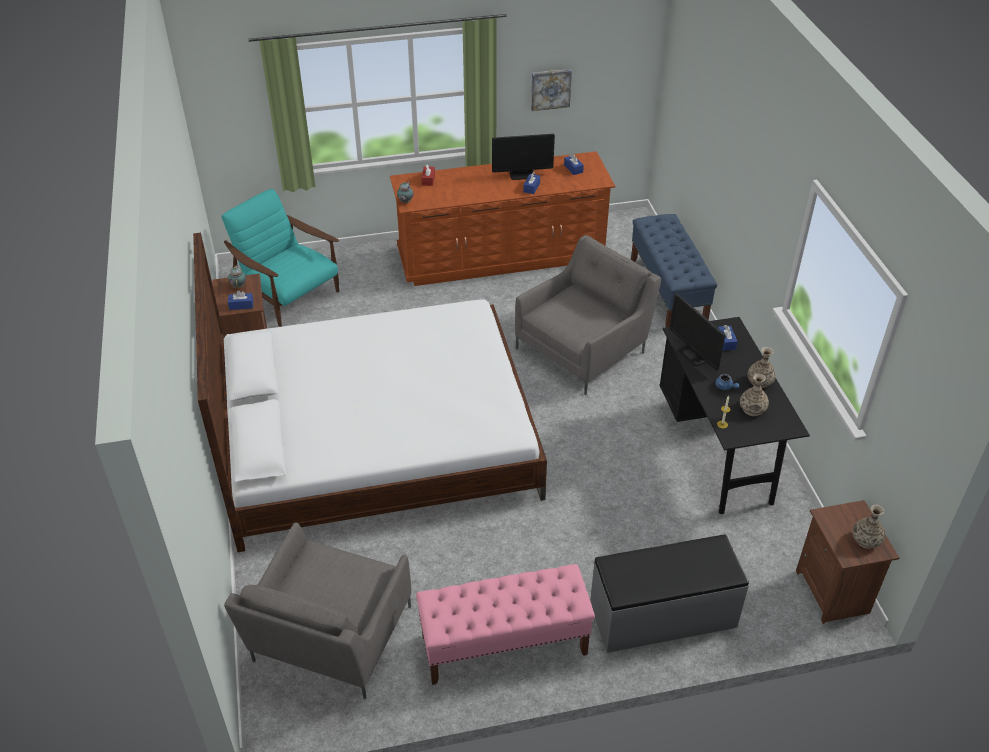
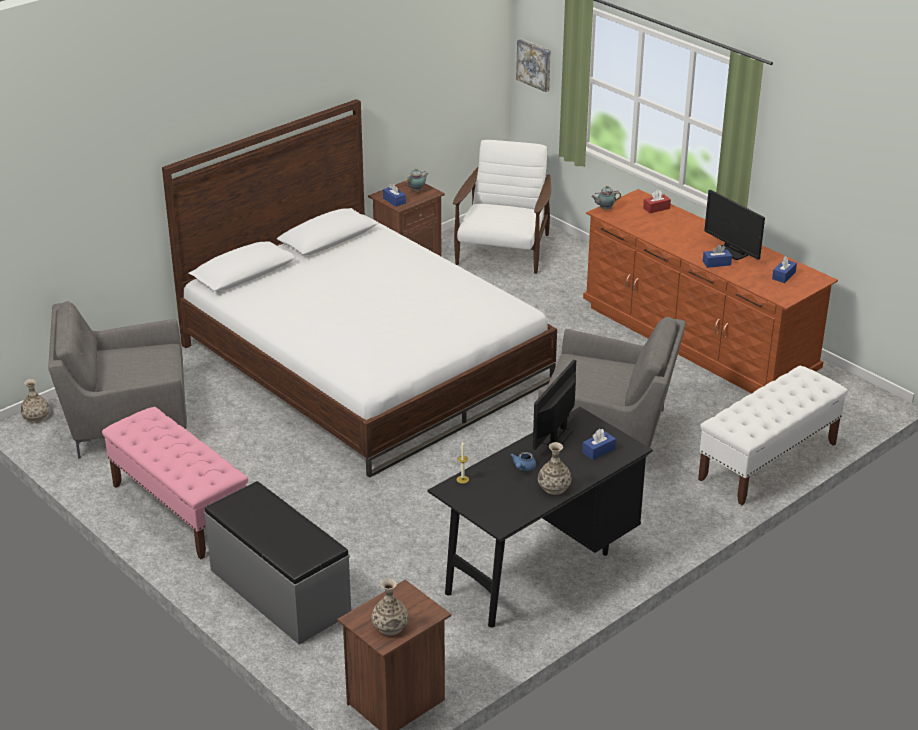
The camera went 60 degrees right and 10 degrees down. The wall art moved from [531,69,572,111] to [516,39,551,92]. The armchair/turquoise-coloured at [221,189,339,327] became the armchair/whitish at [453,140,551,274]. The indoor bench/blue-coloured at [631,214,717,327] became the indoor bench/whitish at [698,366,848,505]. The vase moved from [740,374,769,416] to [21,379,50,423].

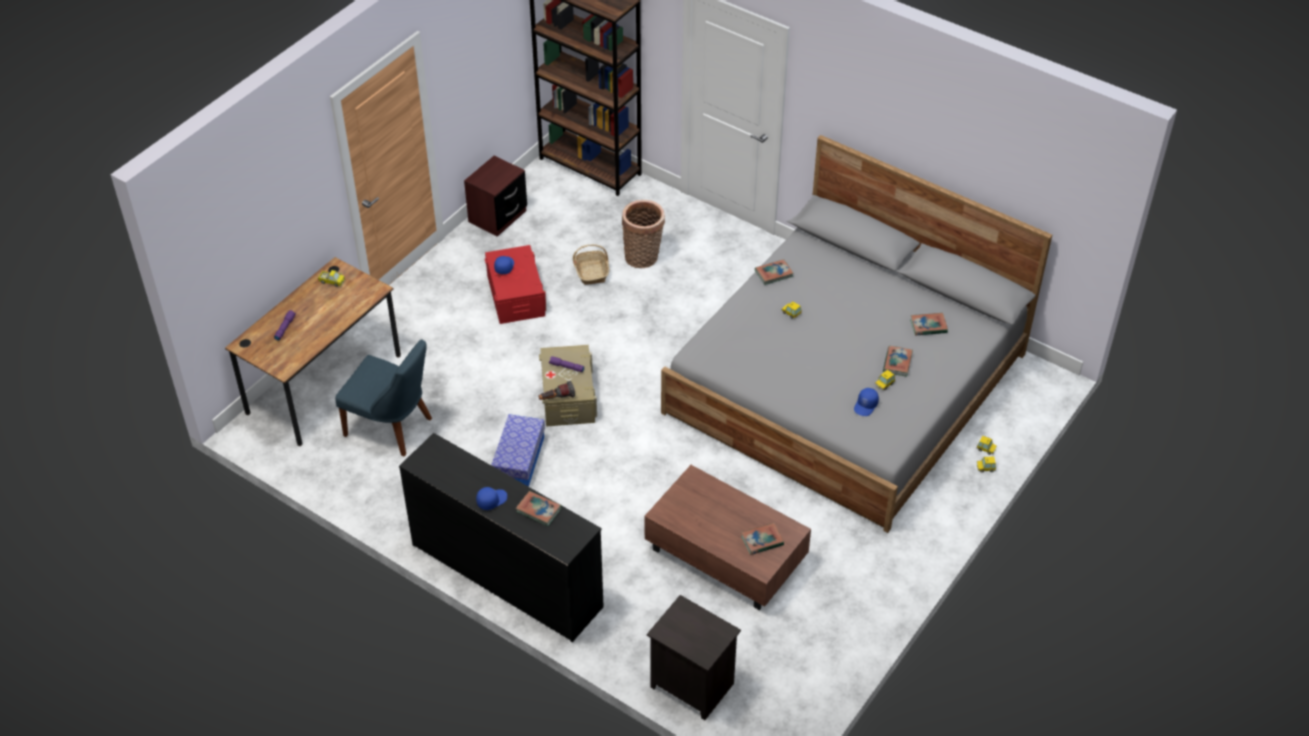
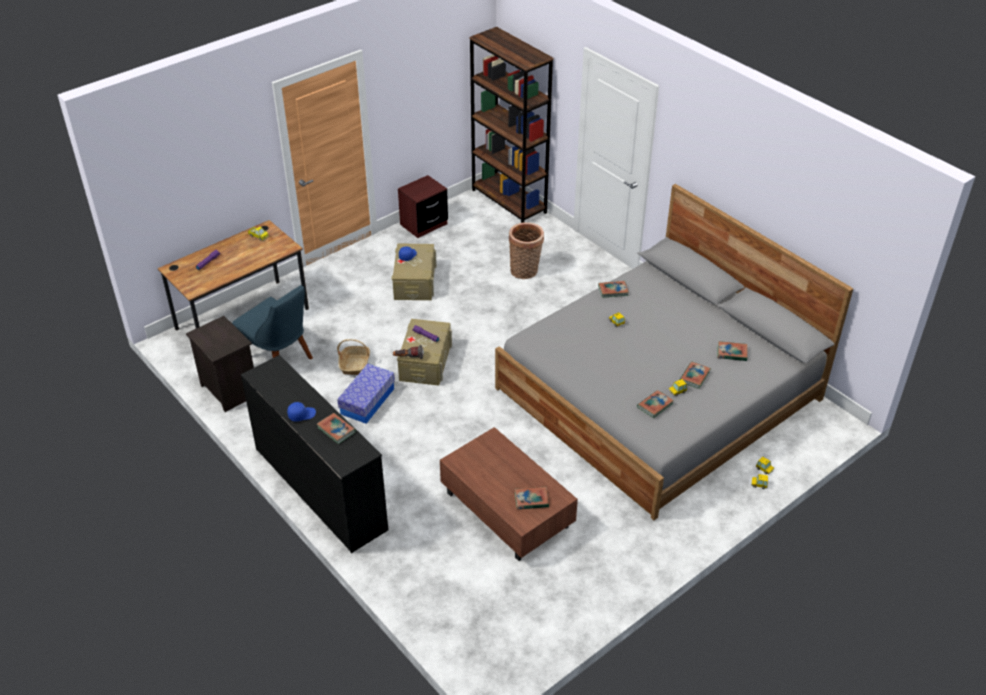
The camera went 15 degrees right and 5 degrees down. The basket moved from [573,244,609,285] to [337,339,370,375]. The storage box/reddish at [485,245,547,324] became the storage box/sand-coloured at [391,243,437,300]. The cap/blue-coloured at [854,388,879,416] was replaced by the bound book at [637,390,674,418]. The night table/black moved from [647,595,741,720] to [186,316,254,412].

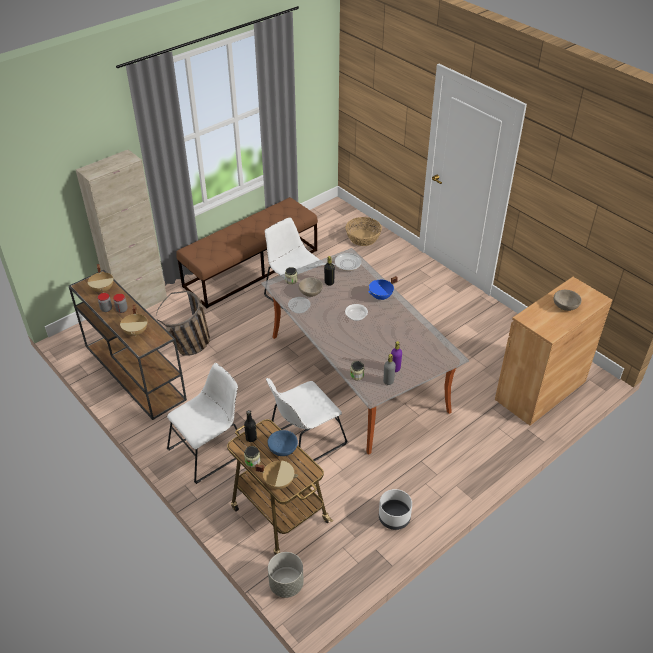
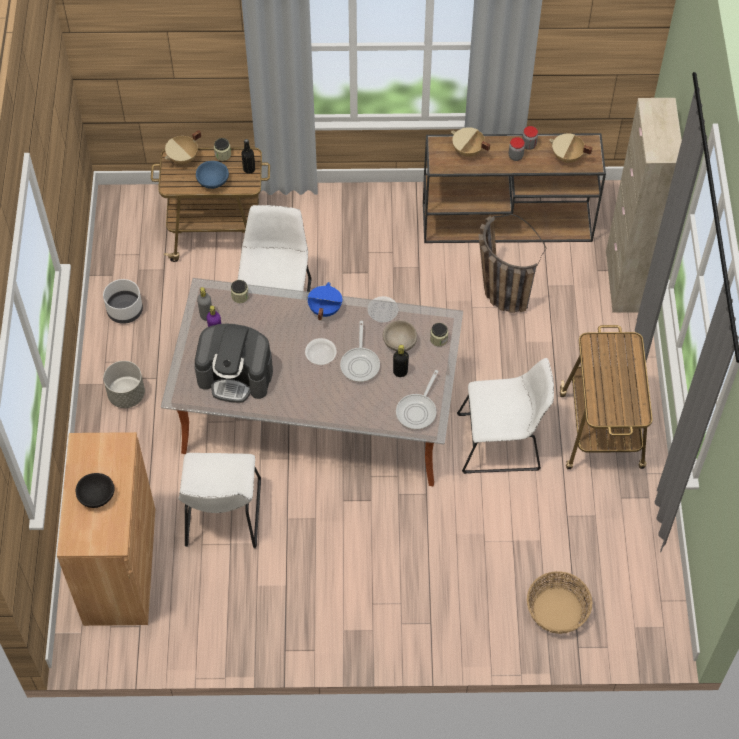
The camera went 130 degrees right and 15 degrees up. The indoor bench/brown-coloured at [176,197,318,309] was replaced by the wheeled cart at [559,325,653,469]. The saucepot/blue-coloured moved from [368,276,398,300] to [308,282,342,320]. The deep dish/sand-coloured at [553,290,582,311] became the deep dish/black at [76,473,115,508]. The plain chair/whitish moved from [167,363,239,484] to [178,453,261,548]. The planter/gray moved from [268,552,304,598] to [103,361,145,408]. The skillet at [340,321,380,382] appeared. The coffee brewer at [195,324,273,403] appeared.

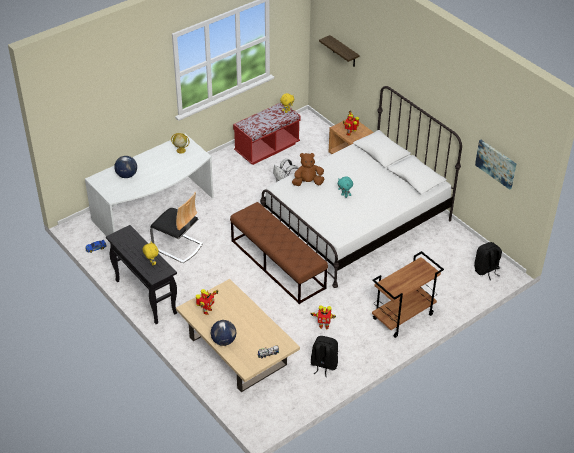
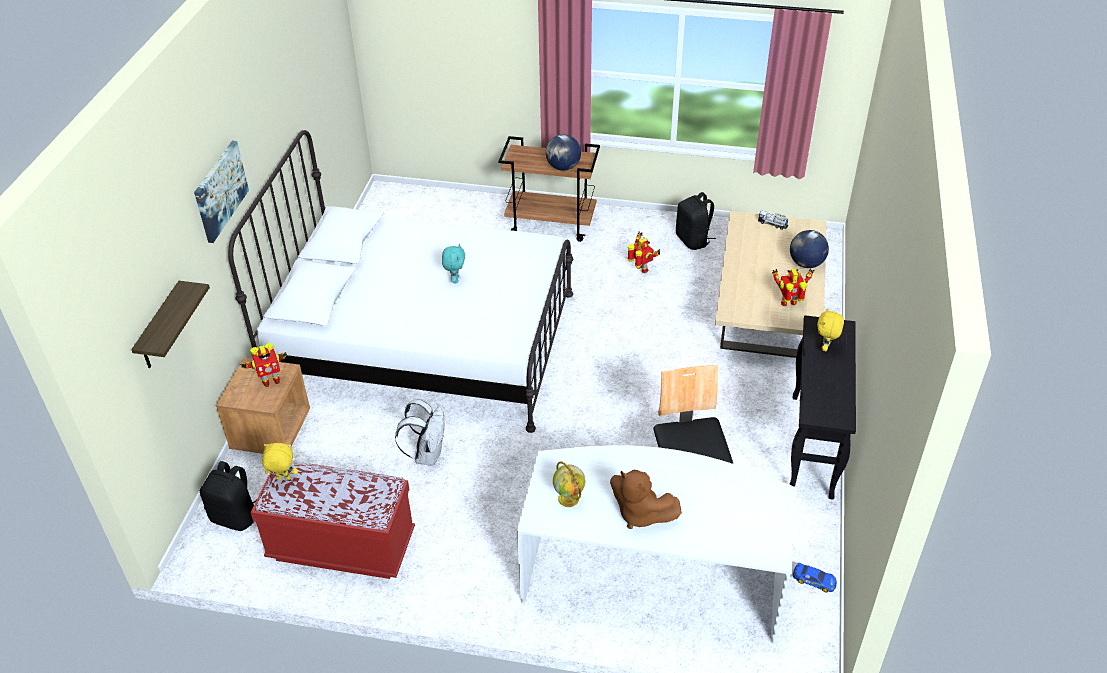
The camera went 130 degrees left and 0 degrees up. The wall art moved from [475,140,516,190] to [194,141,249,243]. The cuddly toy/brown-coloured moved from [292,153,324,186] to [610,469,682,529]. The globe moved from [114,156,137,178] to [546,134,581,171]. The indoor bench/brown-coloured at [230,202,328,304] disappeared. The knapsack/black moved from [474,242,502,280] to [200,461,256,531].

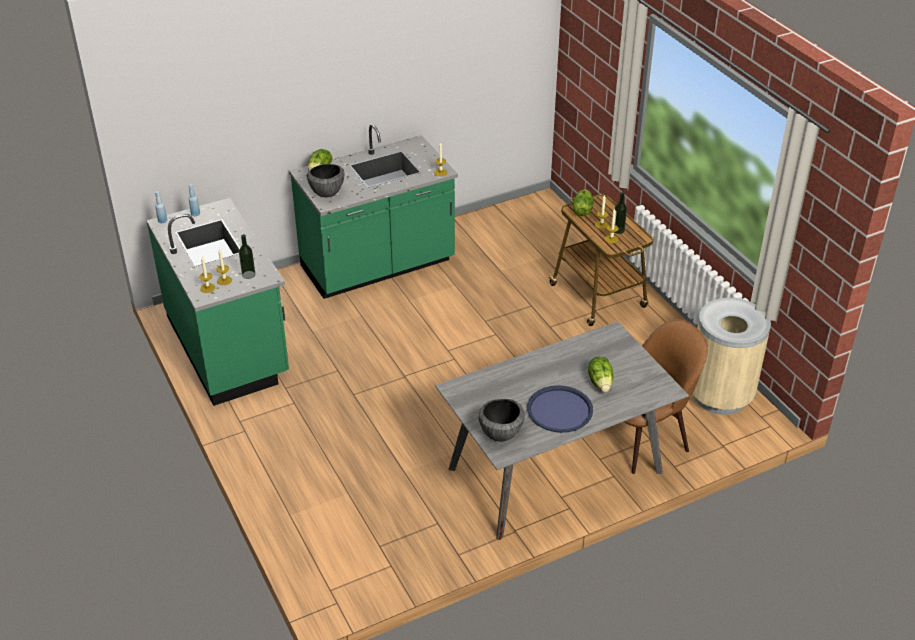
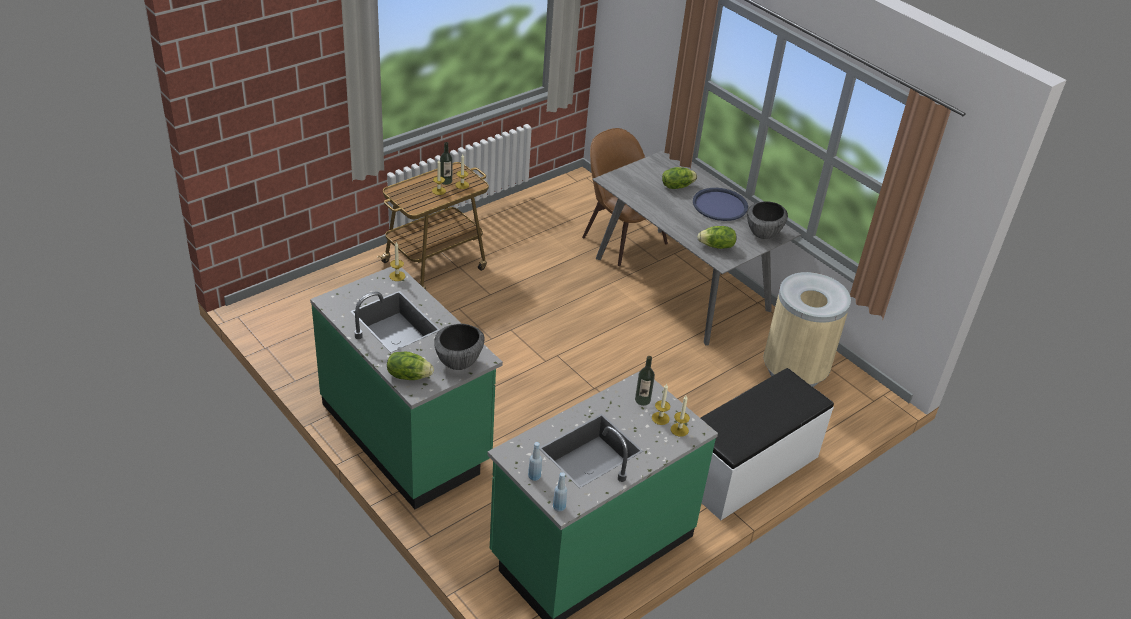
The camera went 105 degrees left and 0 degrees up. The lettuce head moved from [573,190,593,216] to [698,226,736,249]. The trash can/sand-coloured moved from [692,298,771,415] to [763,272,851,387]. The indoor bench/whitish at [701,368,834,520] appeared.

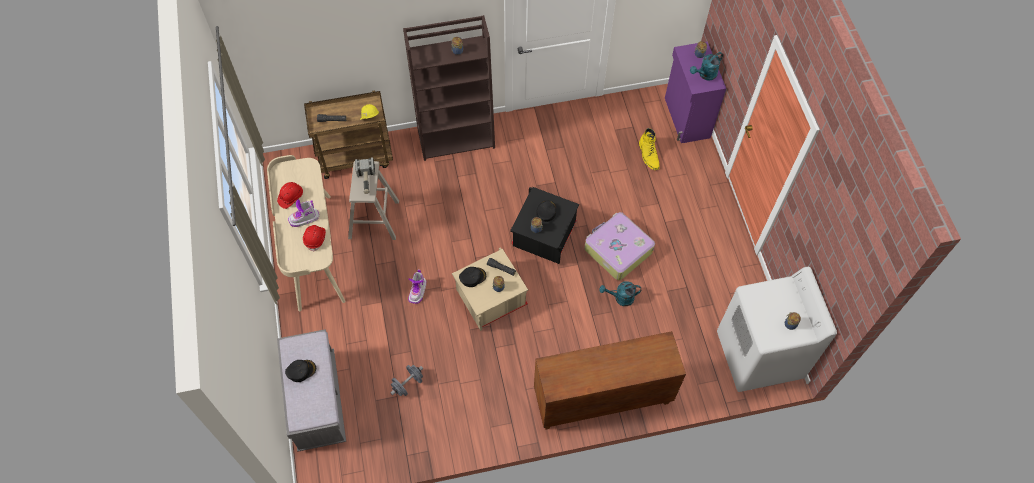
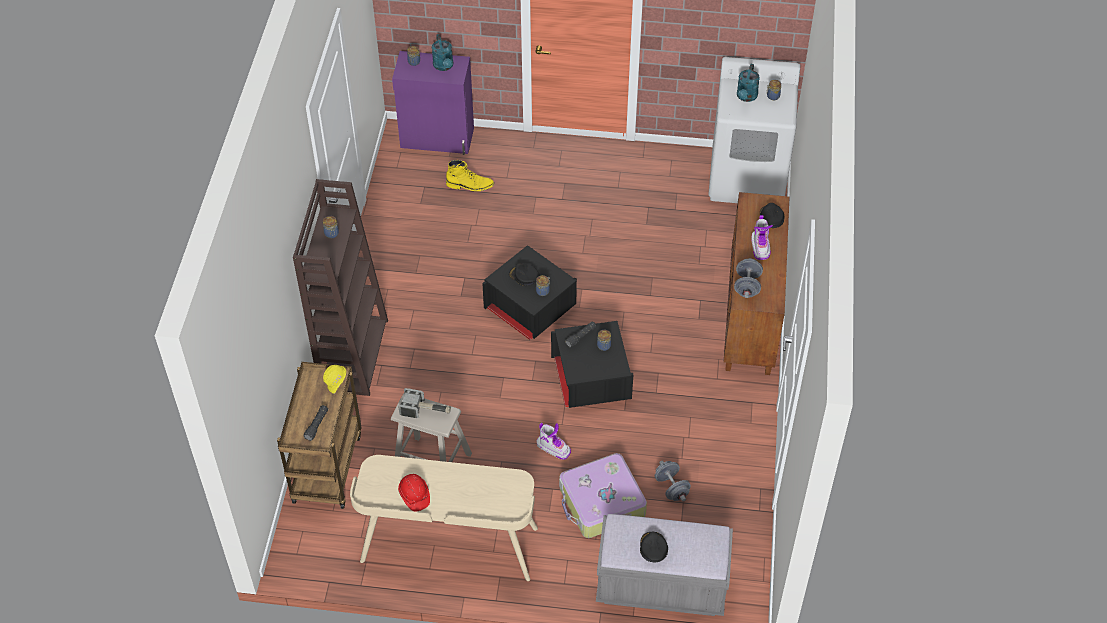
The camera went 70 degrees left and 10 degrees down. The tall boot moved from [288,199,319,227] to [751,215,773,260]. The piece of luggage moved from [585,212,655,280] to [559,453,647,538]. The work helmet/reddish at [303,225,326,252] disappeared. The storage box/sand-coloured at [452,247,528,331] became the storage box/black at [551,321,633,408]. The cap/black moved from [459,267,486,287] to [760,203,785,228]. The watering can/turquoise-coloured moved from [599,281,641,306] to [737,64,760,102]. The dumbbell/gray at [734,258,763,298] appeared.

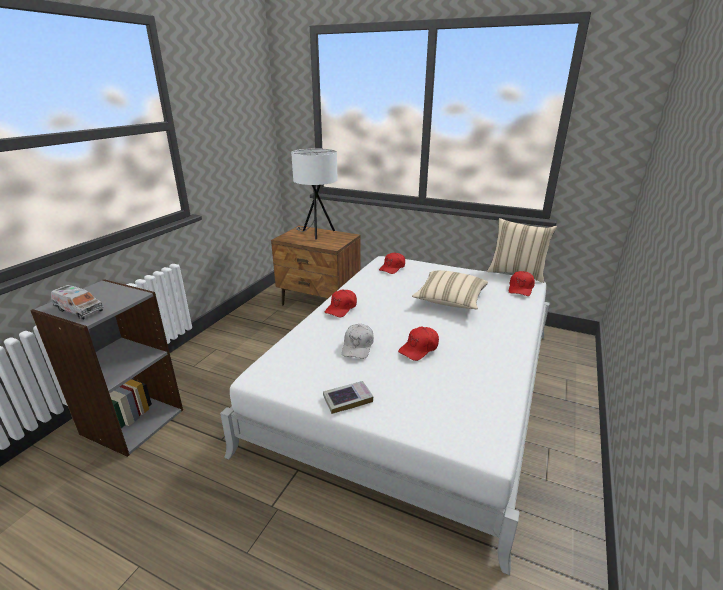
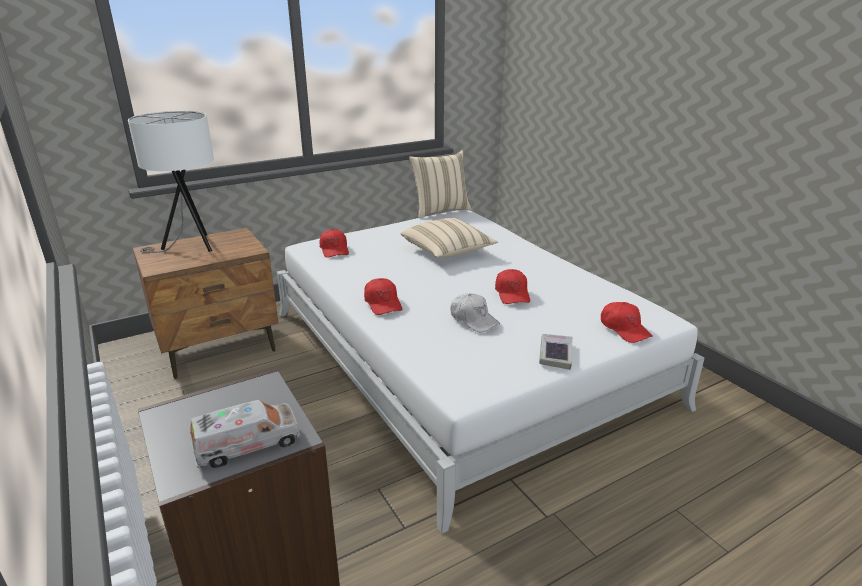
The camera went 55 degrees left and 0 degrees up. The cap/reddish moved from [509,271,535,296] to [601,302,653,343].

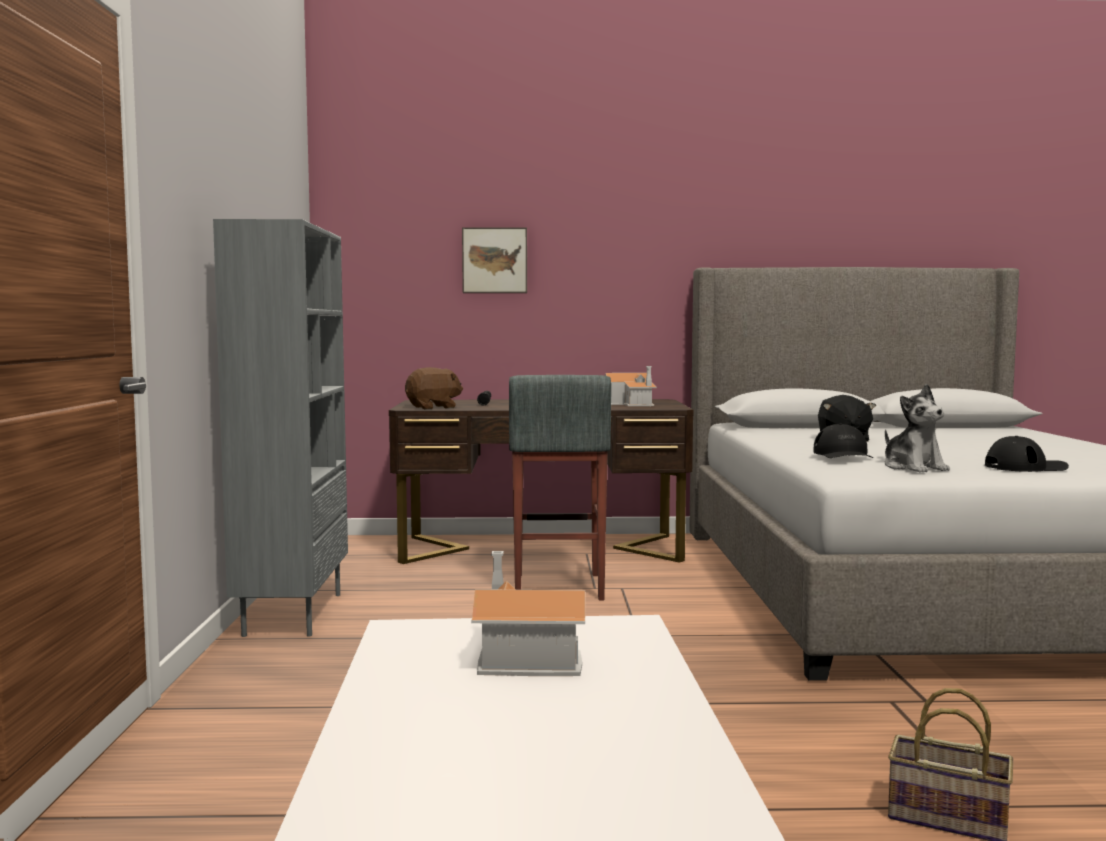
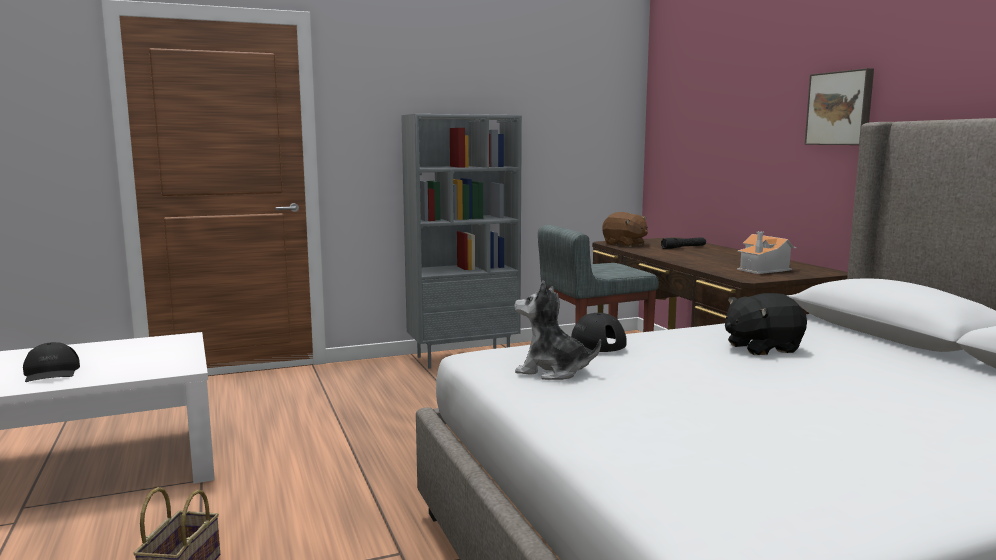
The camera went 70 degrees right and 5 degrees up. The wall art moved from [462,227,527,293] to [805,68,874,145]. The cuddly toy at [885,384,950,473] turned 60 degrees clockwise. The cap/black moved from [985,436,1069,472] to [23,342,80,382]. The model house at [471,551,585,676] disappeared.

